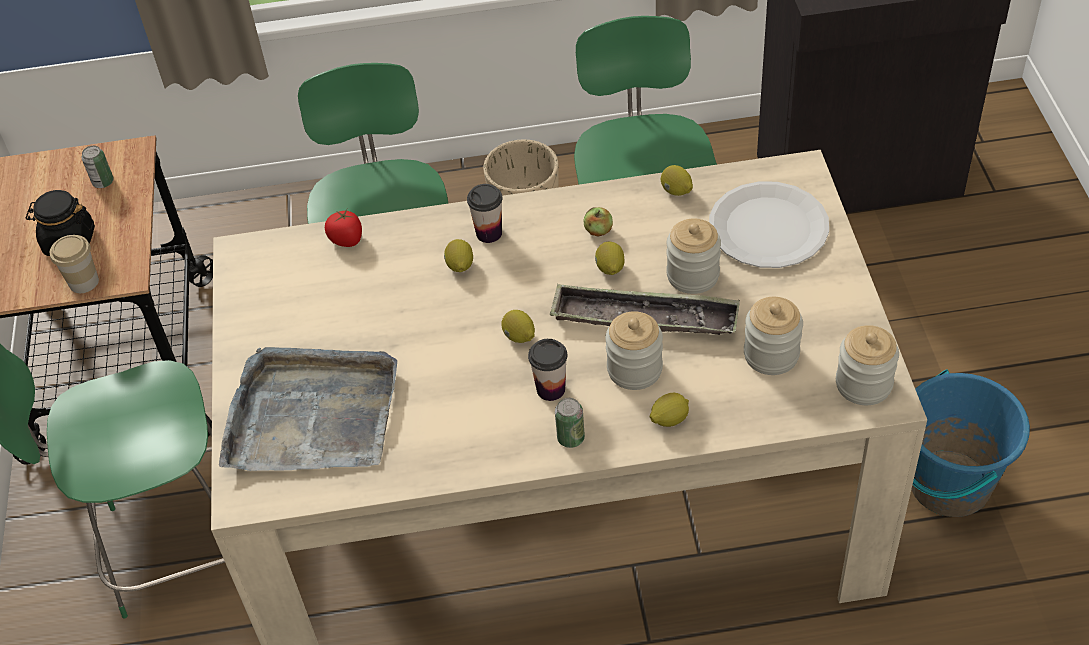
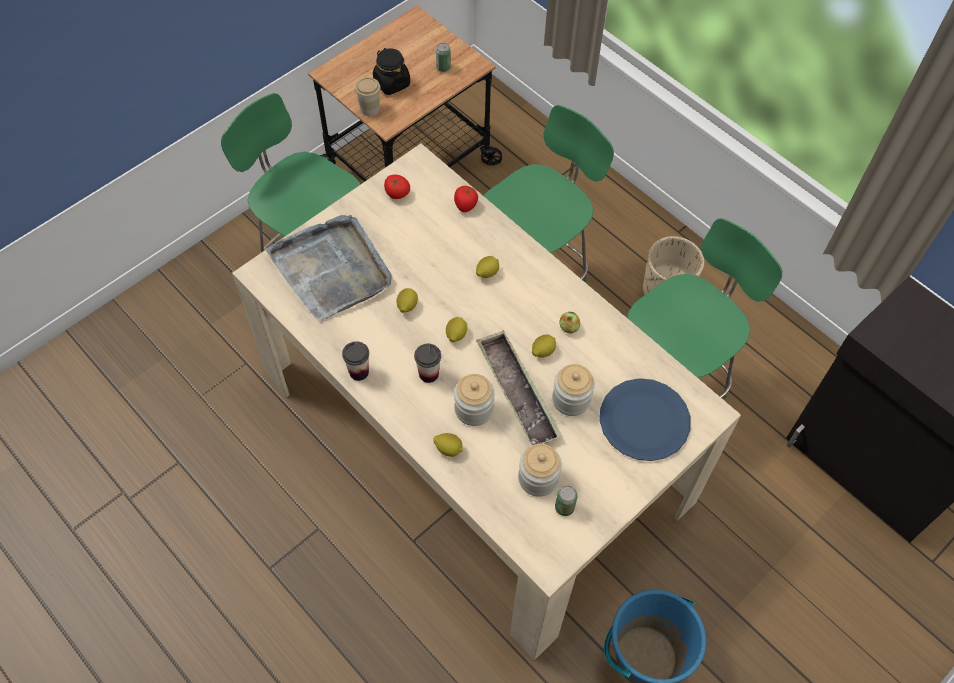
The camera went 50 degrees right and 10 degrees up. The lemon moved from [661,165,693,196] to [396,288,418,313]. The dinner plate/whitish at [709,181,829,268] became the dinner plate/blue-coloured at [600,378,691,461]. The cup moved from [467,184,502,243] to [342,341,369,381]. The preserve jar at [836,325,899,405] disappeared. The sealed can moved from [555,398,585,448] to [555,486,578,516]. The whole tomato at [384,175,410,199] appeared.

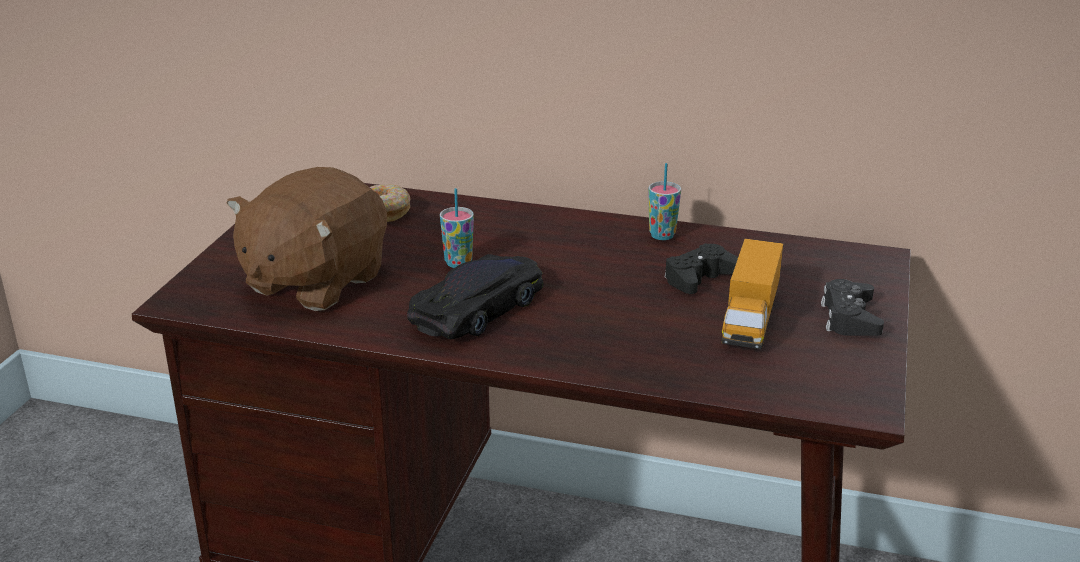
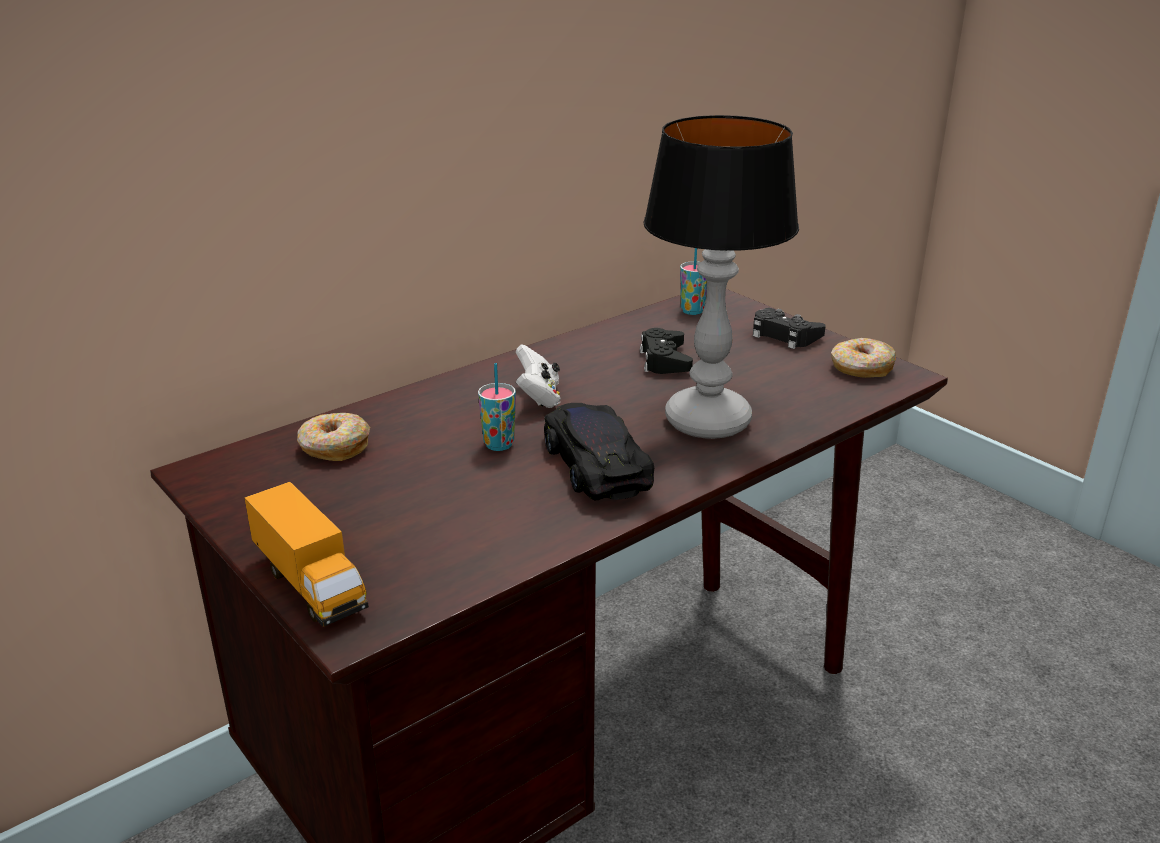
The camera went 55 degrees left and 0 degrees up. The cup moved from [648,163,681,240] to [680,248,707,315]. The cuddly toy/brown-coloured at [227,167,387,311] disappeared. The toy truck moved from [721,239,783,349] to [244,482,369,627]. The table lamp at [643,115,799,439] appeared. The ring doughnut at [831,338,896,378] appeared. The gamepad/whitish at [516,345,560,408] appeared.

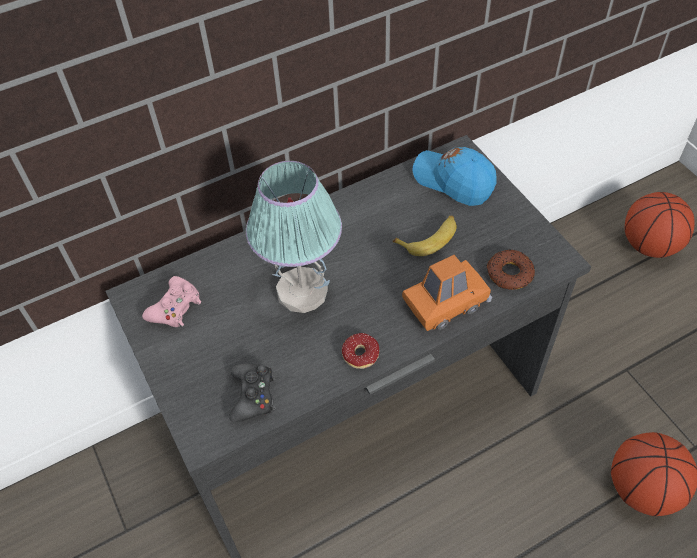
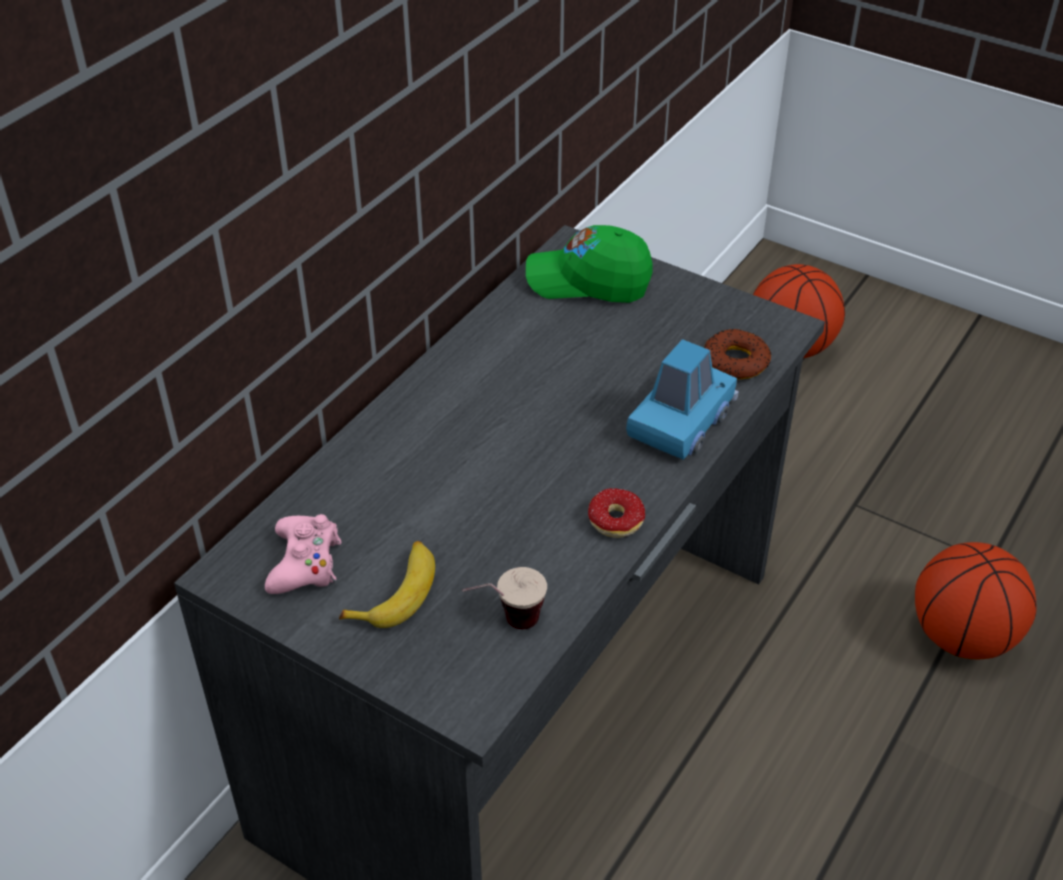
The camera went 30 degrees left and 10 degrees down. The cap/blue-coloured at [412,147,496,206] became the cap/green-coloured at [526,225,652,303]. The table lamp at [246,161,342,313] disappeared. The whole banana moved from [392,216,457,256] to [339,541,435,628]. The toy car/orangey at [402,255,492,331] became the toy car/blue-coloured at [626,339,739,460]. The gamepad/black at [229,364,276,422] was replaced by the cup at [462,567,547,629].

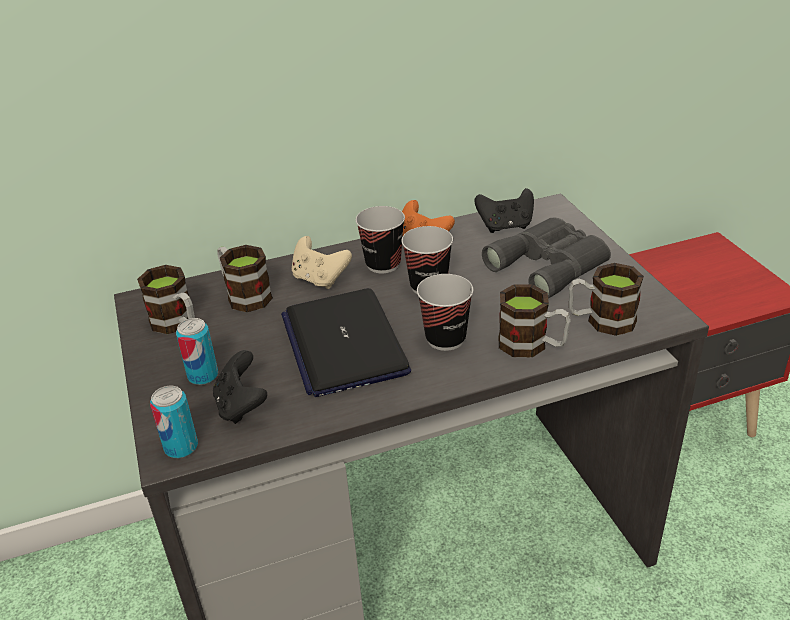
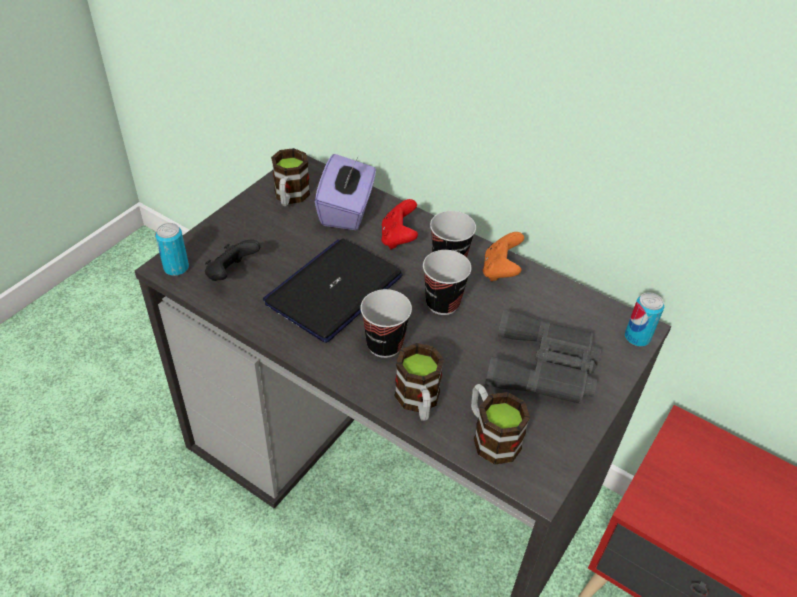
The camera went 50 degrees right and 10 degrees up. The gamepad/black at [474,188,534,233] disappeared. The gamepad/sand-coloured at [292,236,352,289] became the gamepad/reddish at [381,199,418,249]. The coffee mug at [217,245,273,312] was replaced by the tissue holder/purple-coloured at [315,154,376,230]. The sealed can moved from [176,318,218,385] to [625,292,664,347].

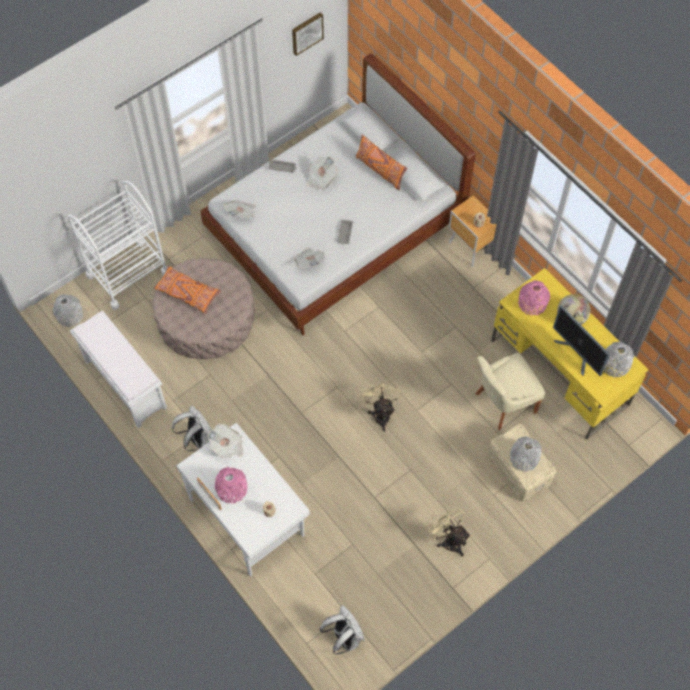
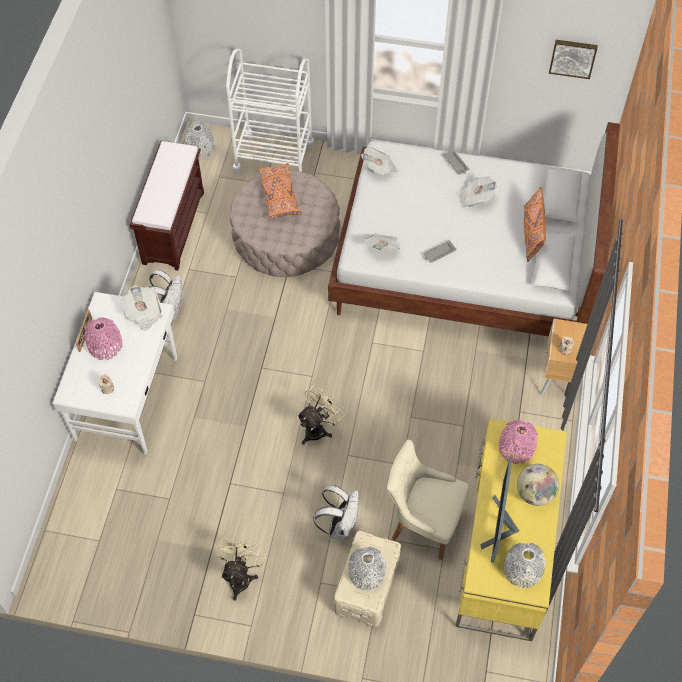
The camera went 50 degrees right and 5 degrees down. The indoor bench/whitish at [70,311,167,428] became the indoor bench/brown-coloured at [129,141,204,270]. The knapsack/whitish moved from [320,605,365,654] to [313,485,359,540].

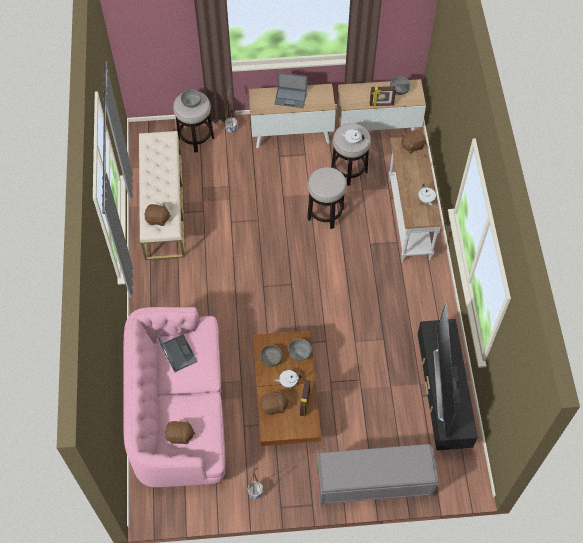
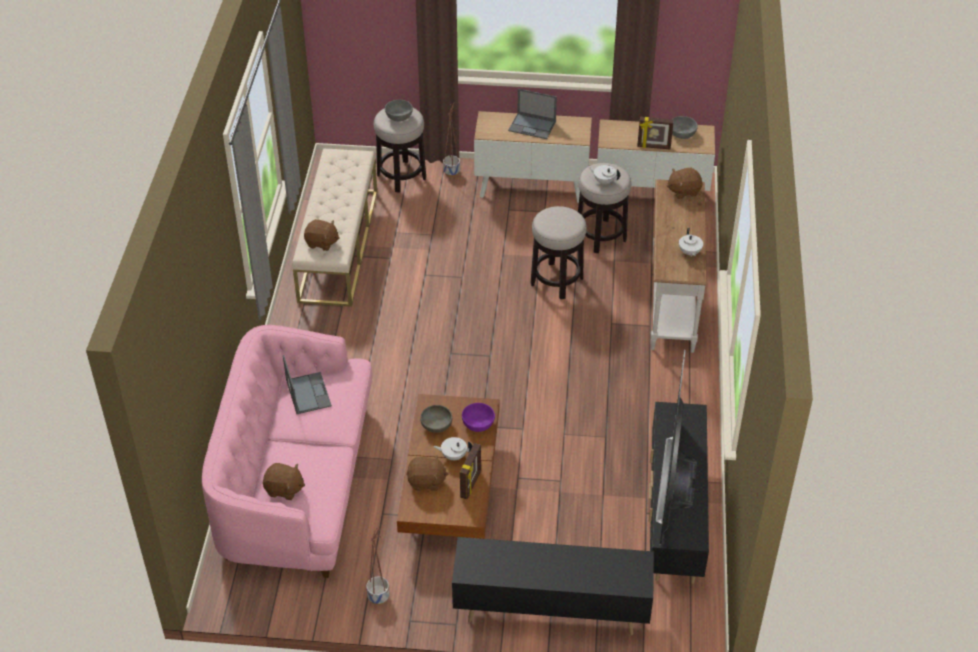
The camera went 10 degrees right and 15 degrees down. The deep dish/gray at [288,339,312,361] became the deep dish/purple-coloured at [462,403,495,432]. The indoor bench/gray at [317,444,439,507] was replaced by the tv stand/black at [452,537,654,635].

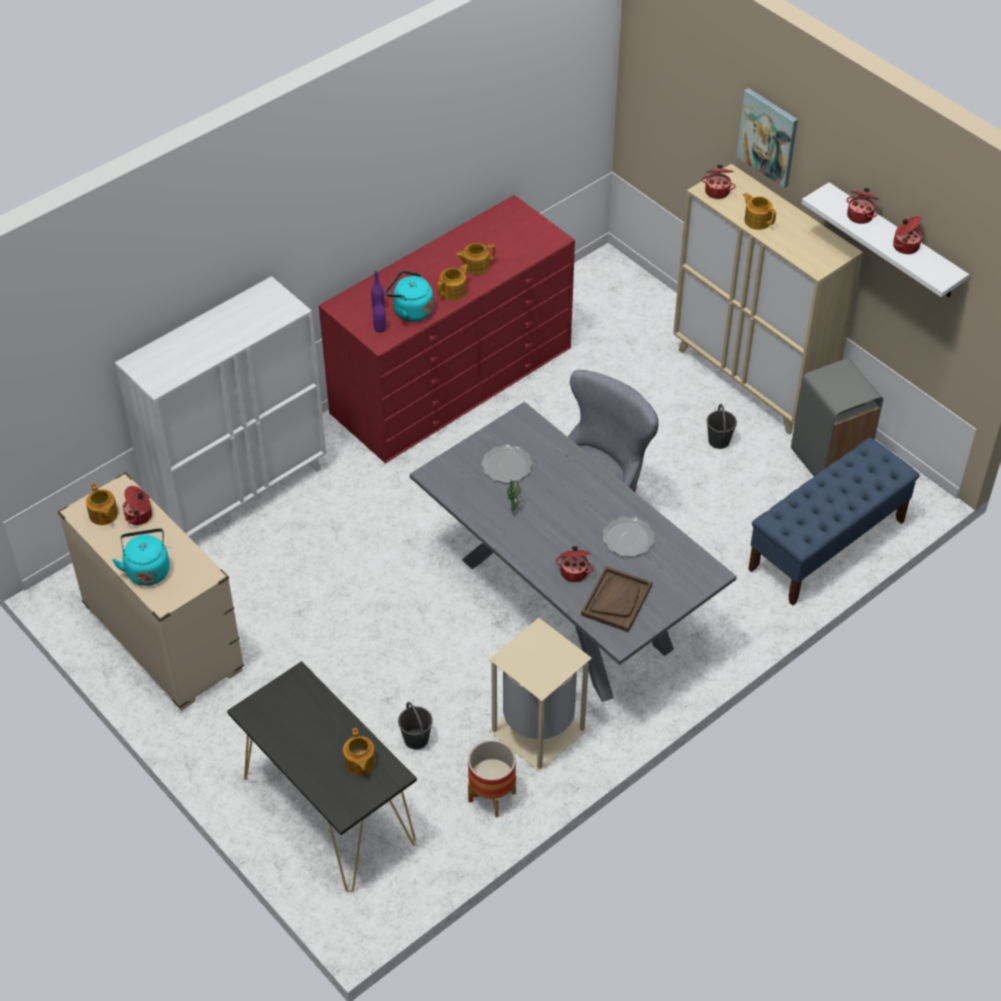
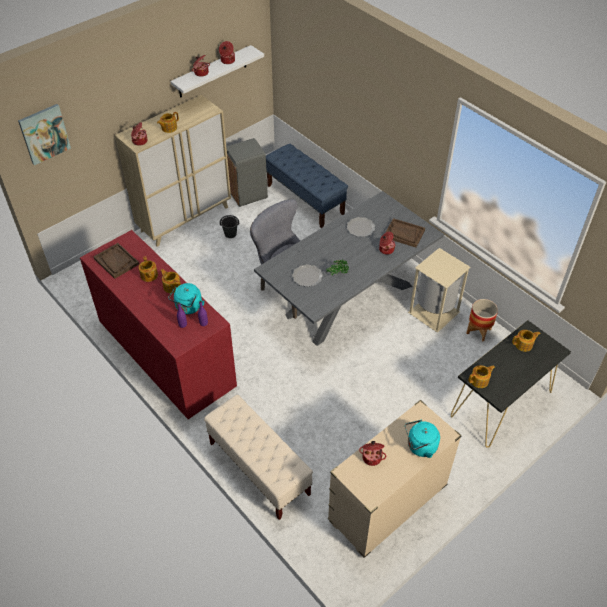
The camera went 90 degrees left and 0 degrees up. The wall art moved from [736,88,798,188] to [18,104,71,165]. The cupboard/whitish at [115,276,327,542] was replaced by the indoor bench/sand-coloured at [204,395,313,520]. The tea pot moved from [86,483,118,525] to [468,365,495,388]. The bucket/gray at [398,702,433,749] disappeared. The serving tray/brown-coloured at [94,243,139,279] appeared.

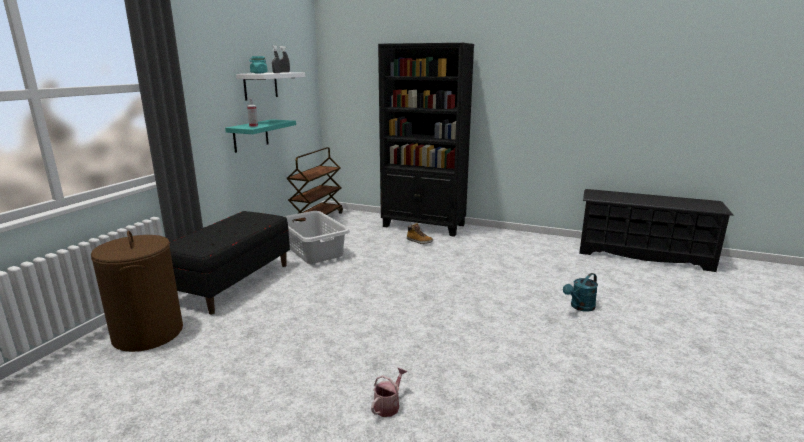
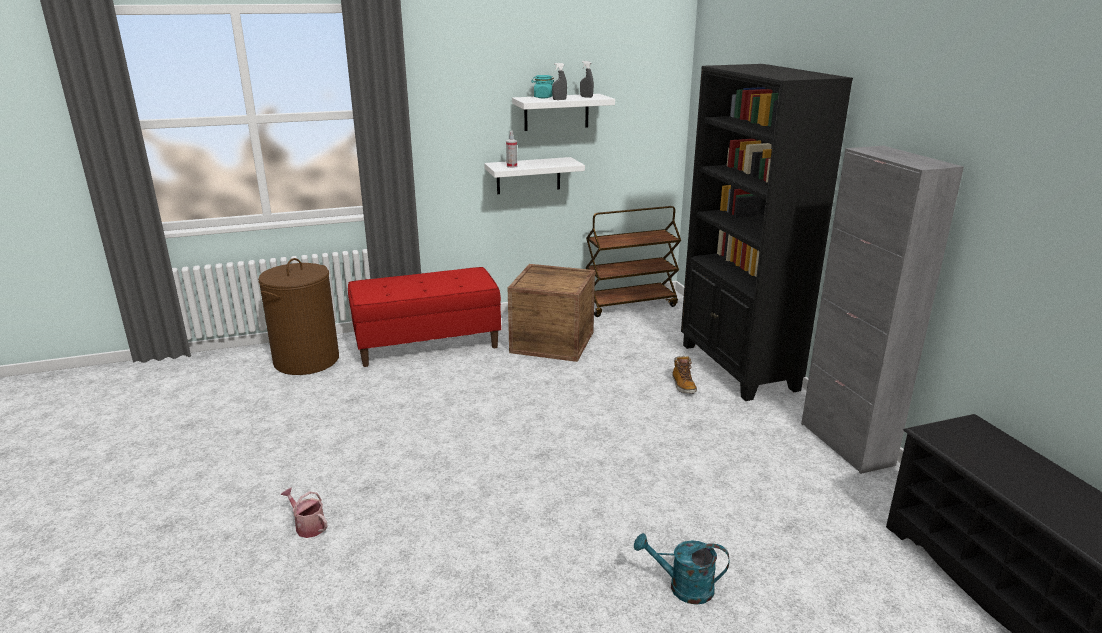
The camera went 50 degrees right and 5 degrees up. The shelf/turquoise-coloured at [225,119,296,153] became the shelf/whitish at [484,157,585,194]. The indoor bench/black at [169,211,290,314] became the indoor bench/reddish at [348,267,501,367]. The laundry basket/gray at [285,211,350,264] was replaced by the crate at [508,264,595,362]. The watering can at [371,368,407,417] turned 135 degrees counterclockwise. The cupboard/gray at [801,146,964,474] appeared.

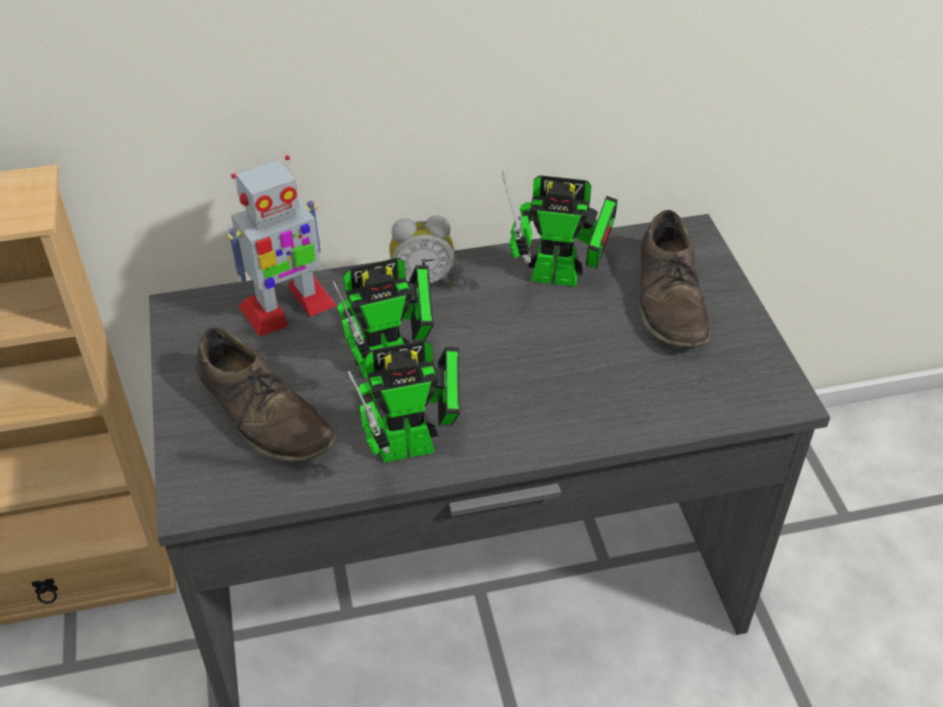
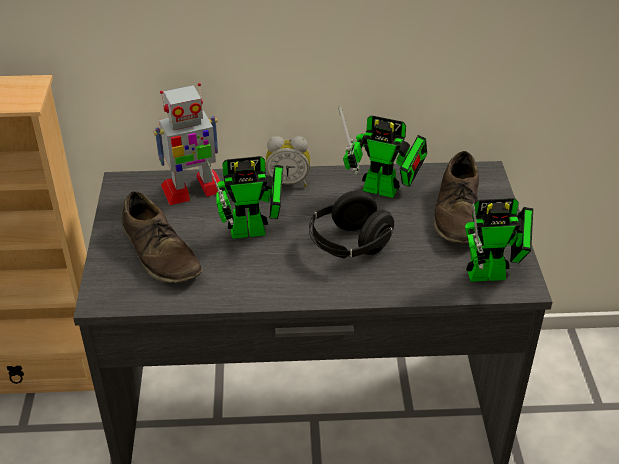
The camera went 10 degrees right and 5 degrees down. The robot figure moved from [348,340,460,463] to [465,198,533,282]. The headphones/black at [309,190,394,258] appeared.

